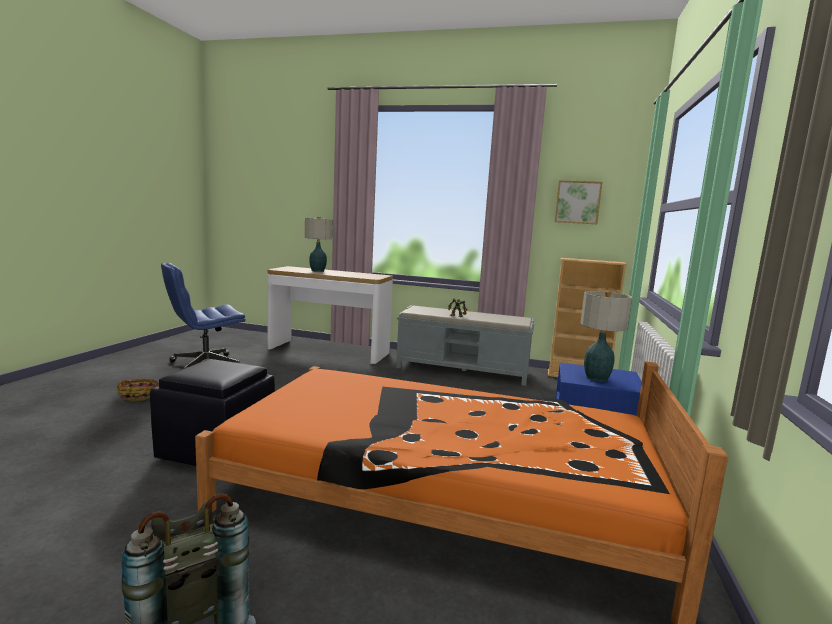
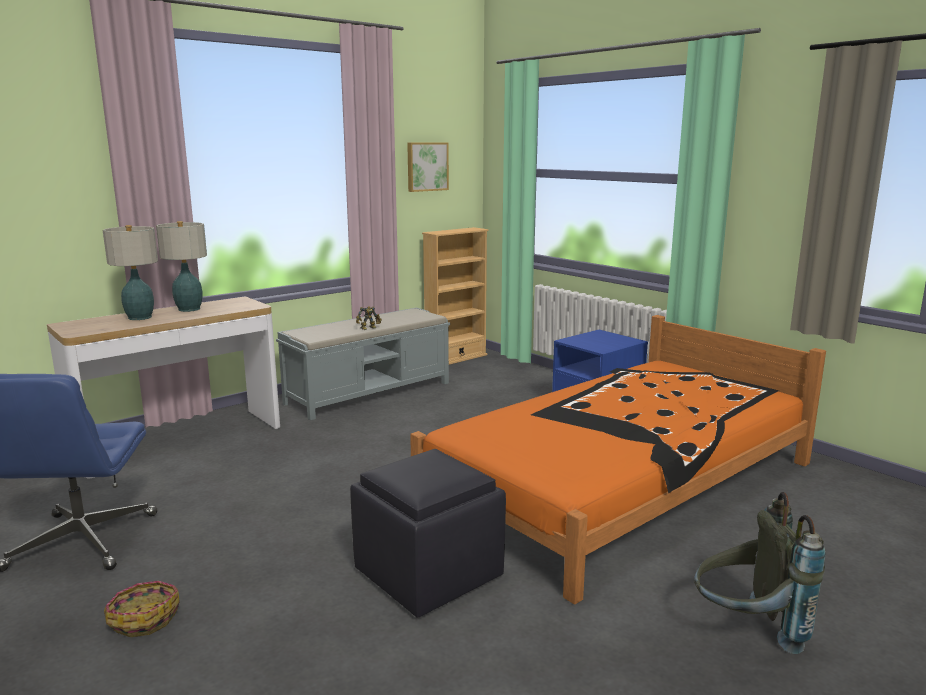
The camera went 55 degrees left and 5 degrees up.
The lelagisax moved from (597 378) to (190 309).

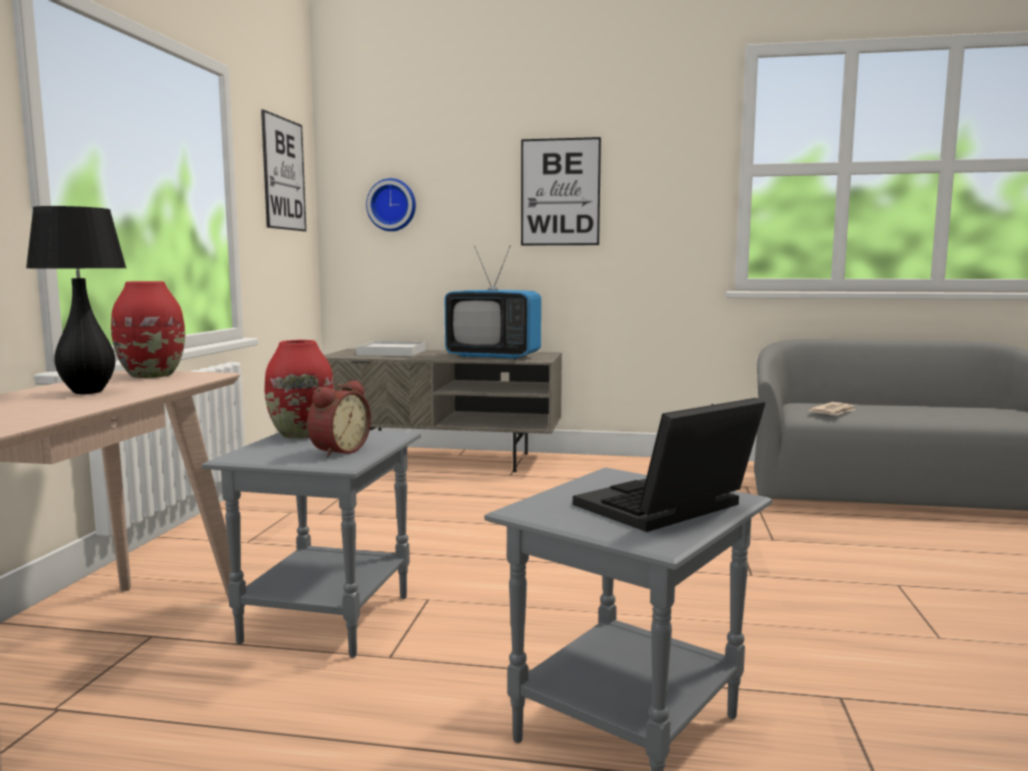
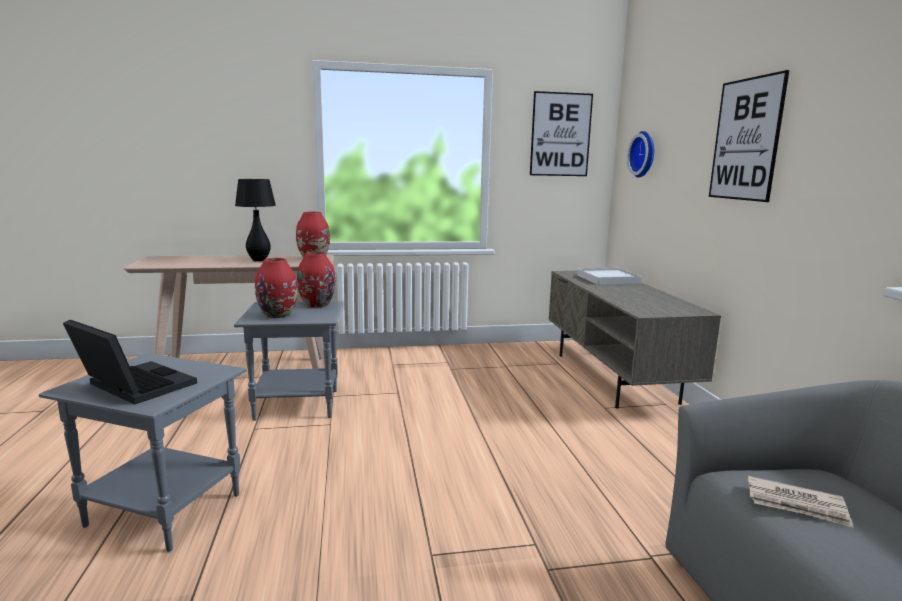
The camera went 70 degrees right and 5 degrees up.
The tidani at (493 356) disappeared.
The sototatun at (337 451) was replaced by the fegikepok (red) at (278 315).

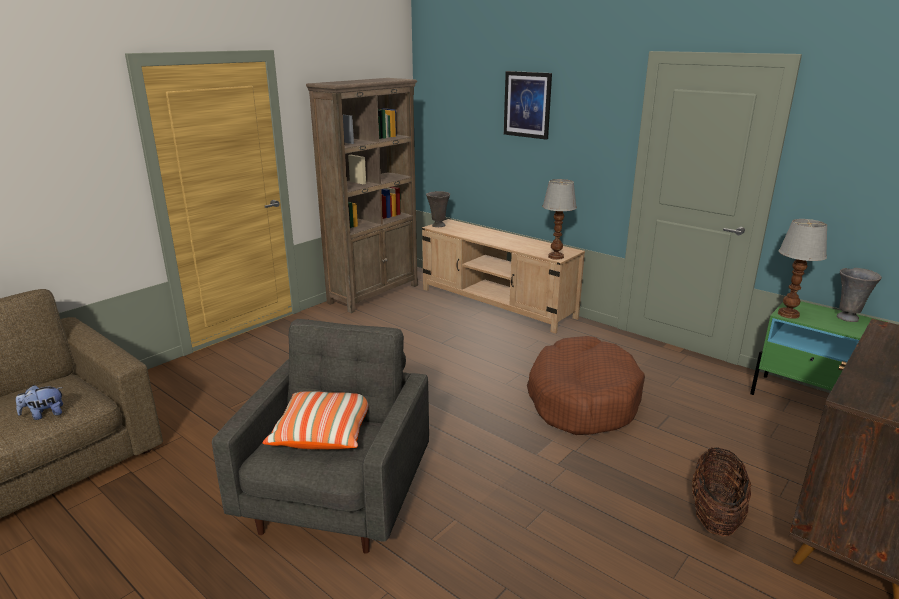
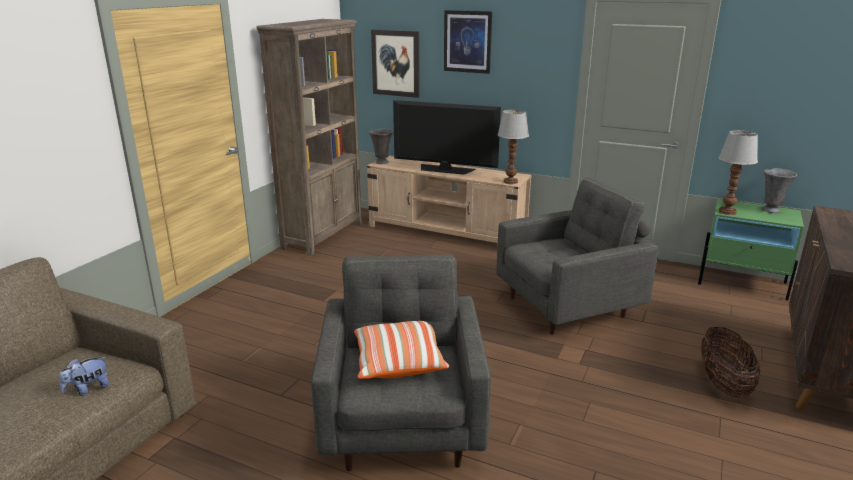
The camera went 15 degrees left and 0 degrees up.
The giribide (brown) at (582 399) was replaced by the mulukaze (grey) at (569 307).
The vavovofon at (396 63) appeared.
The tidani at (445 169) appeared.

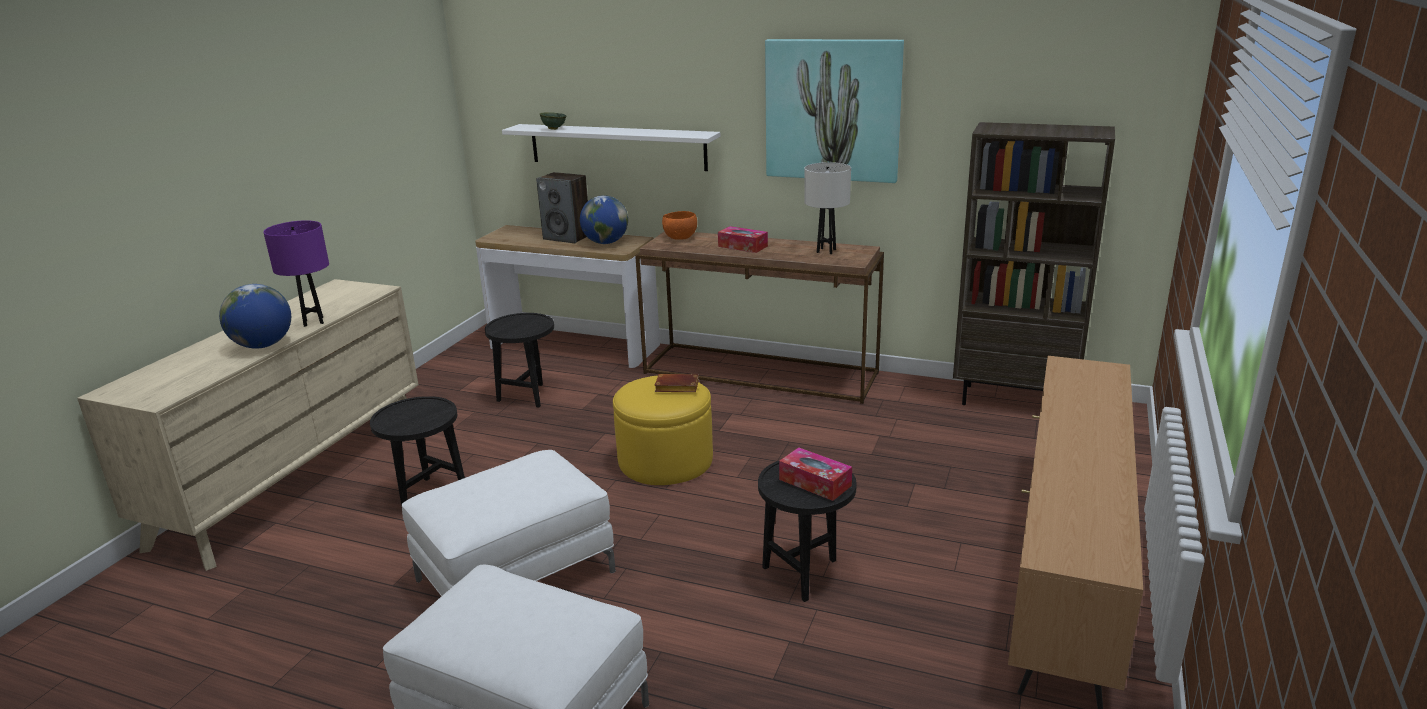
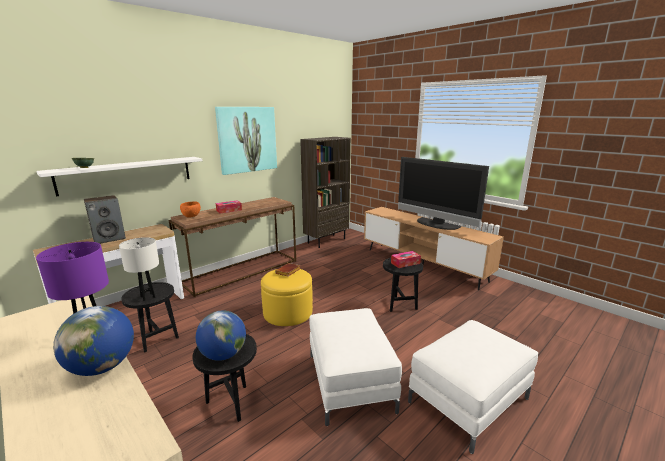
The camera went 65 degrees left and 5 degrees down.
The lelagisax (white) moved from (826 251) to (148 297).
The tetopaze moved from (605 243) to (223 355).
The tidani at (436 224) appeared.

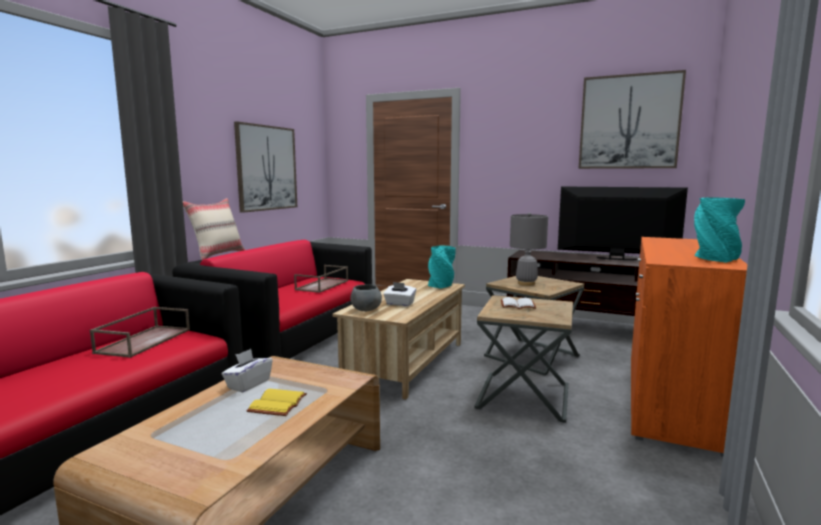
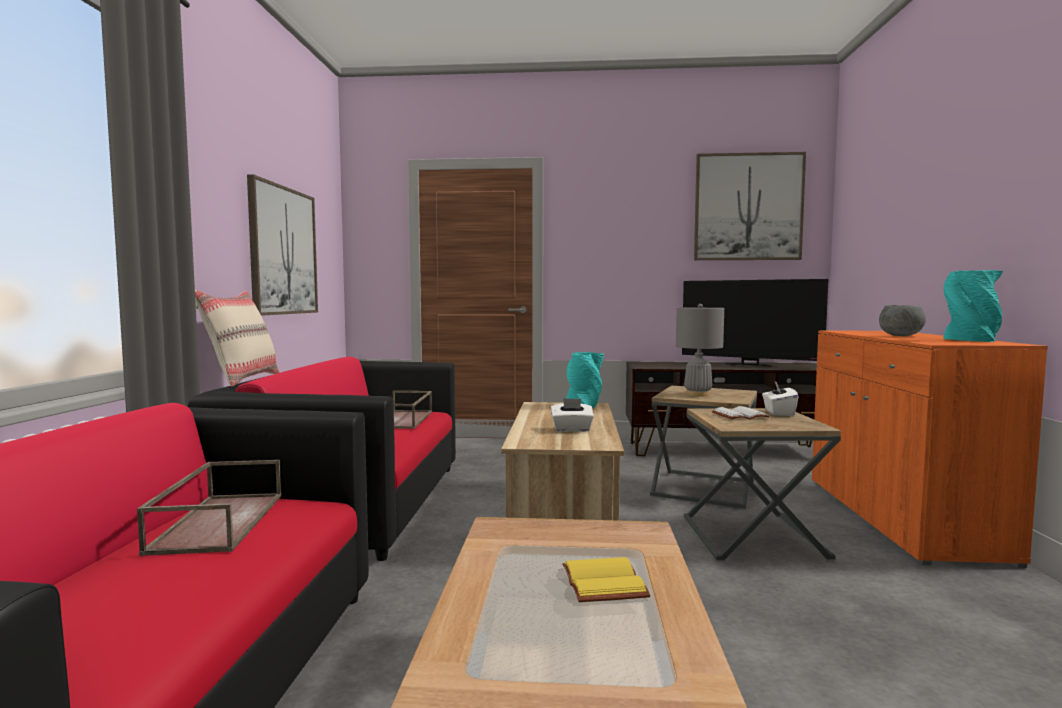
The camera went 20 degrees left and 5 degrees down.
The tidani at (616 259) turned 150 degrees counterclockwise.
The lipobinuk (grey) moved from (366 310) to (900 336).
The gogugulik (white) moved from (248 384) to (778 412).

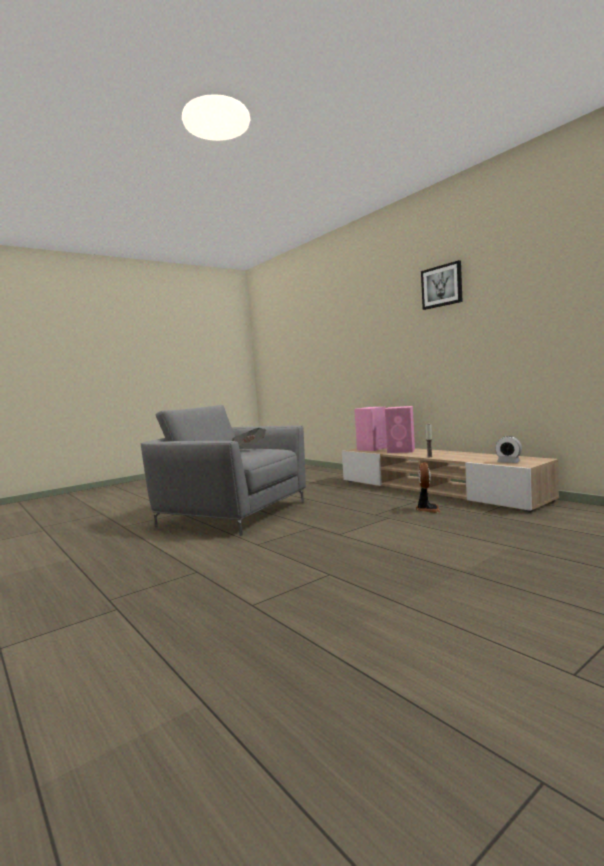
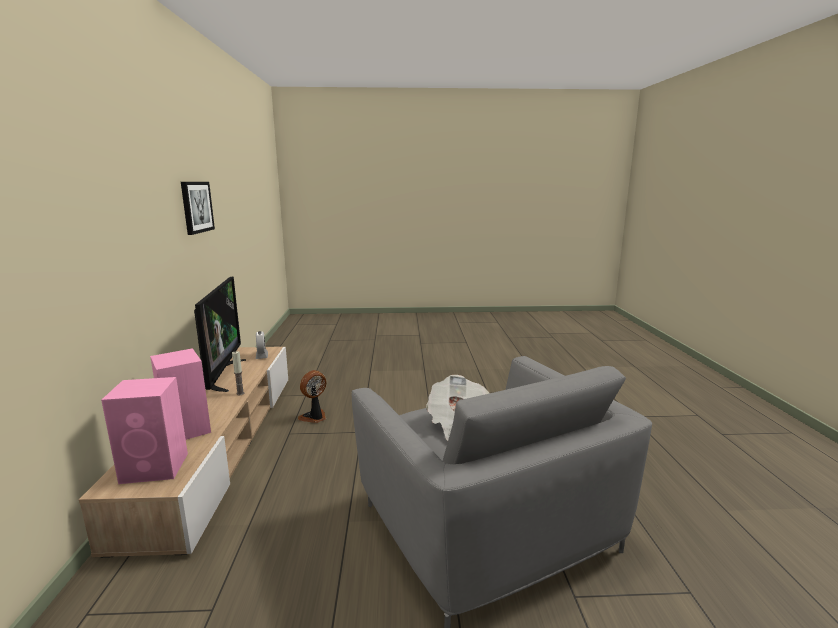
The camera went 145 degrees left and 10 degrees up.
The vavovofon moved from (442 286) to (196 207).
The tidani at (221 375) appeared.

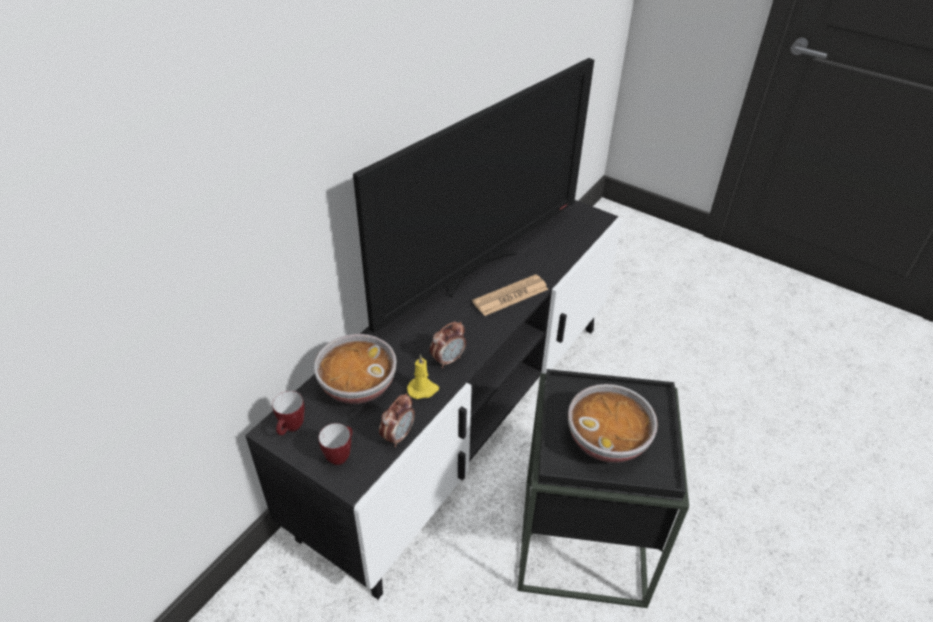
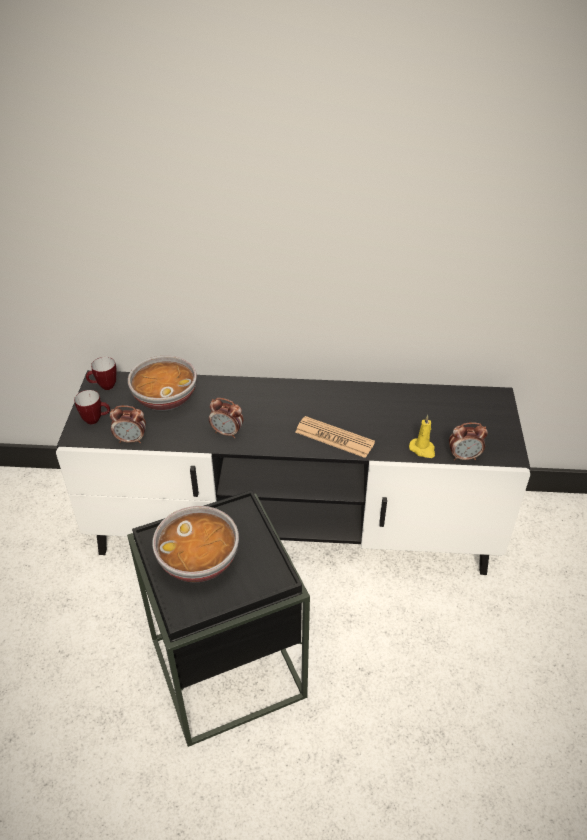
The camera went 60 degrees right and 0 degrees up.
The tidani at (477 269) disappeared.
The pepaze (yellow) moved from (423 389) to (423 449).
The sototatun at (464 457) appeared.

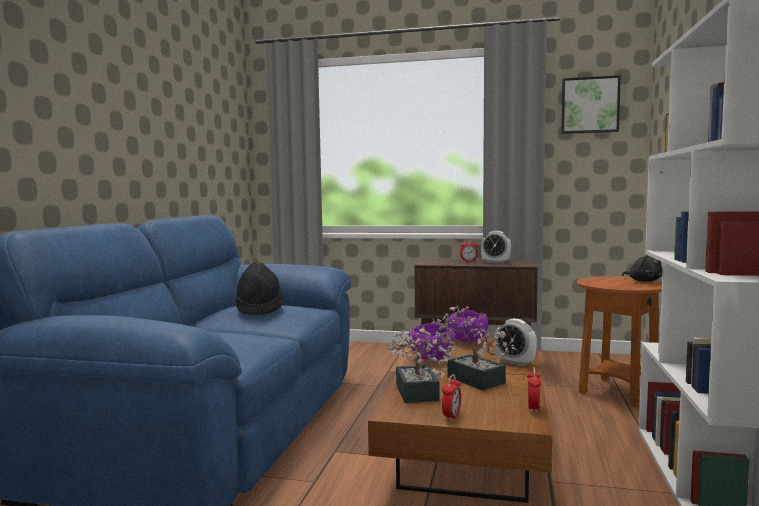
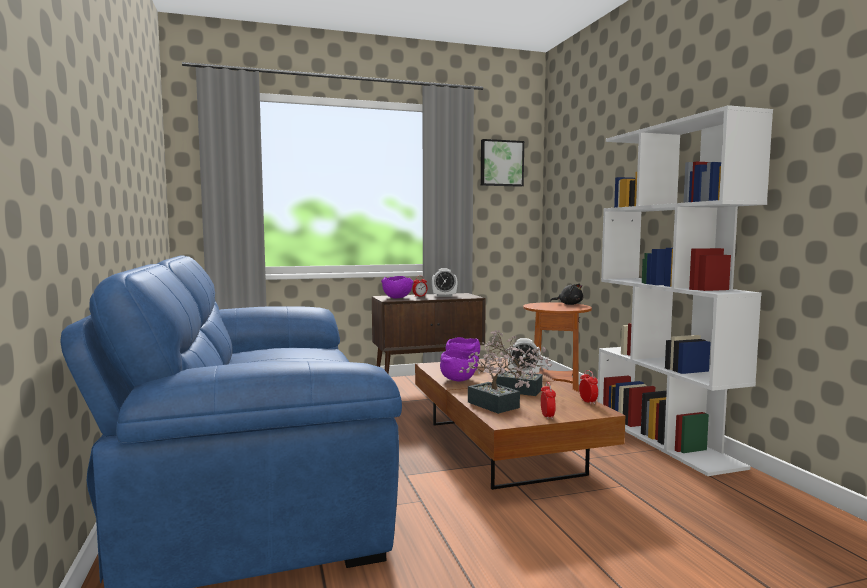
The camera went 30 degrees left and 0 degrees up.
The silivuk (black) at (259 309) disappeared.
The lipobinuk (purple) at (397 298) appeared.

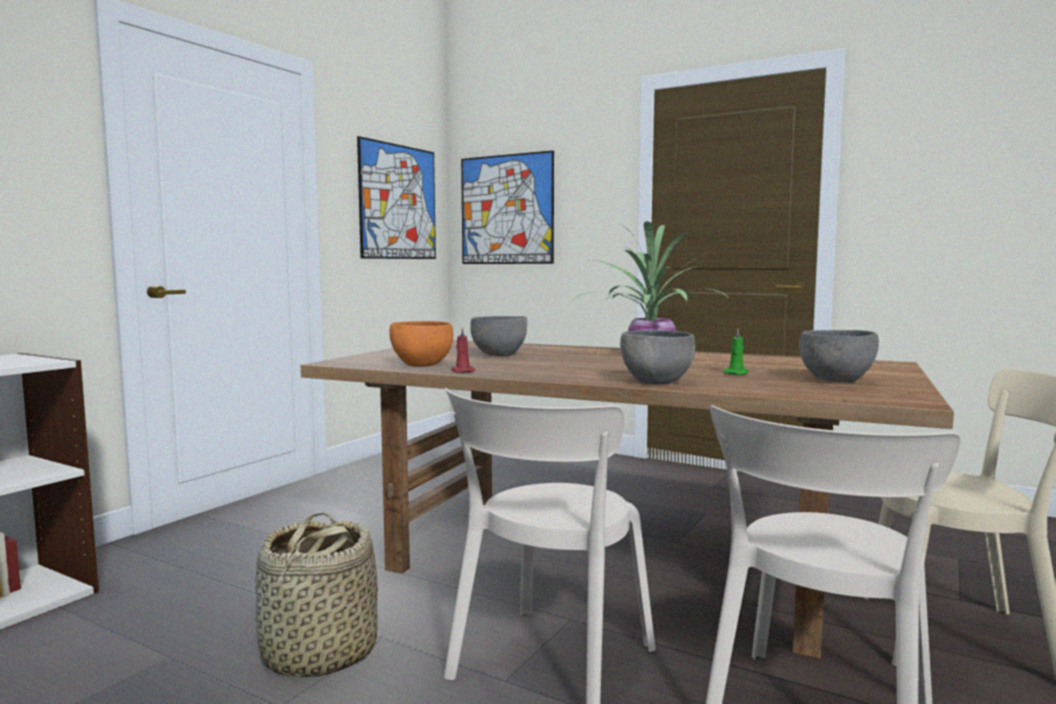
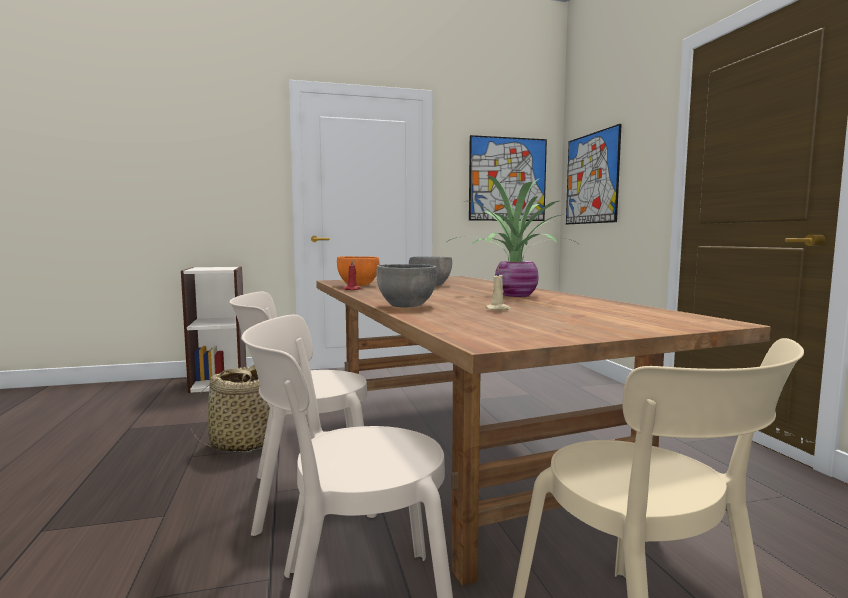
The camera went 45 degrees right and 0 degrees up.
The pepaze (green) at (736 373) became the pepaze (beige) at (498 309).
The lipobinuk (grey) at (836 380) disappeared.

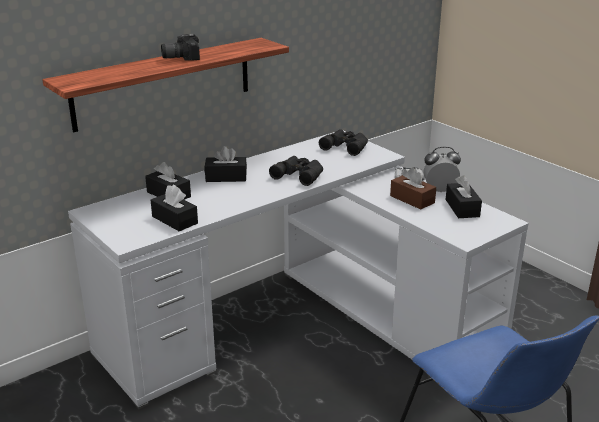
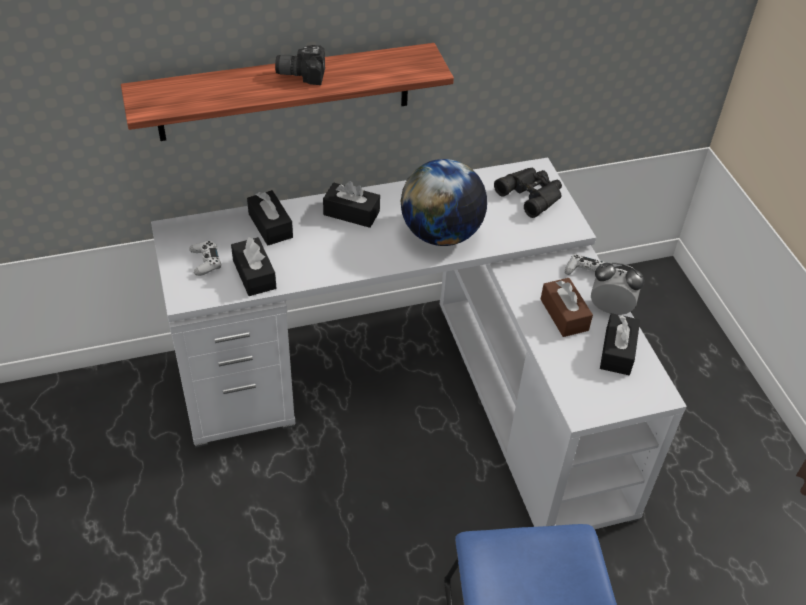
The camera went 20 degrees right and 20 degrees up.
The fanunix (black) at (299 174) was replaced by the tetopaze at (441 234).
The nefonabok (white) at (205 262) appeared.

